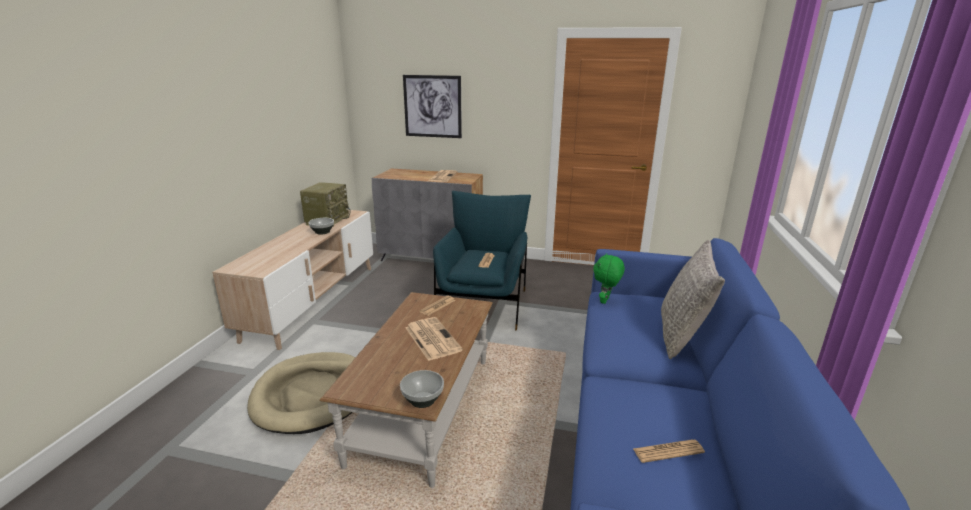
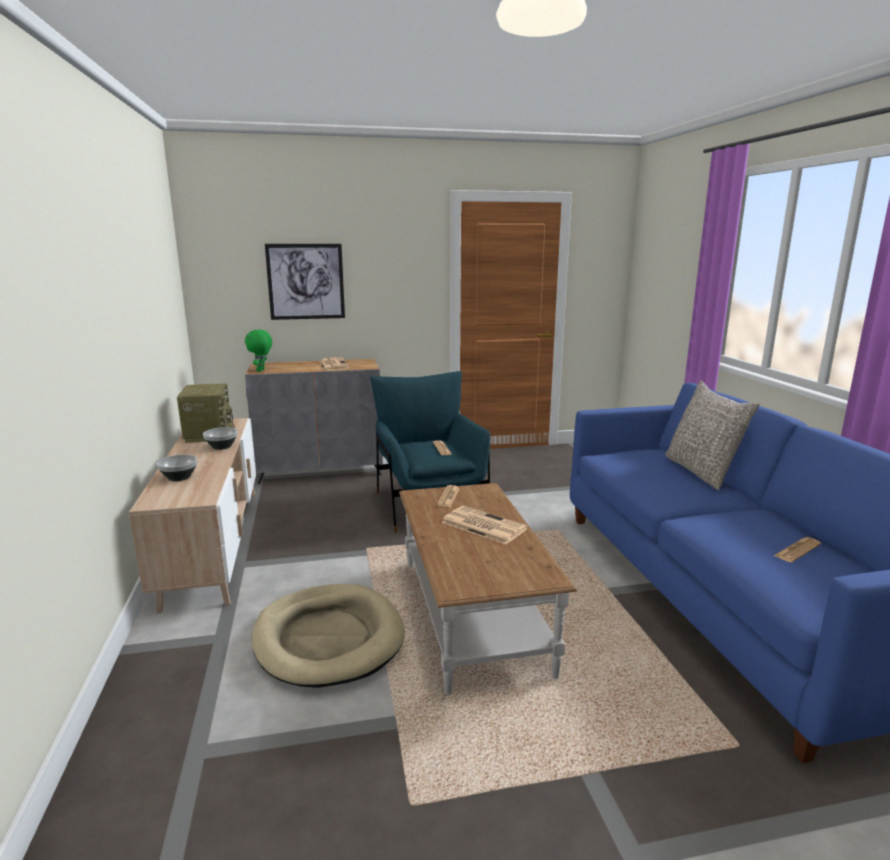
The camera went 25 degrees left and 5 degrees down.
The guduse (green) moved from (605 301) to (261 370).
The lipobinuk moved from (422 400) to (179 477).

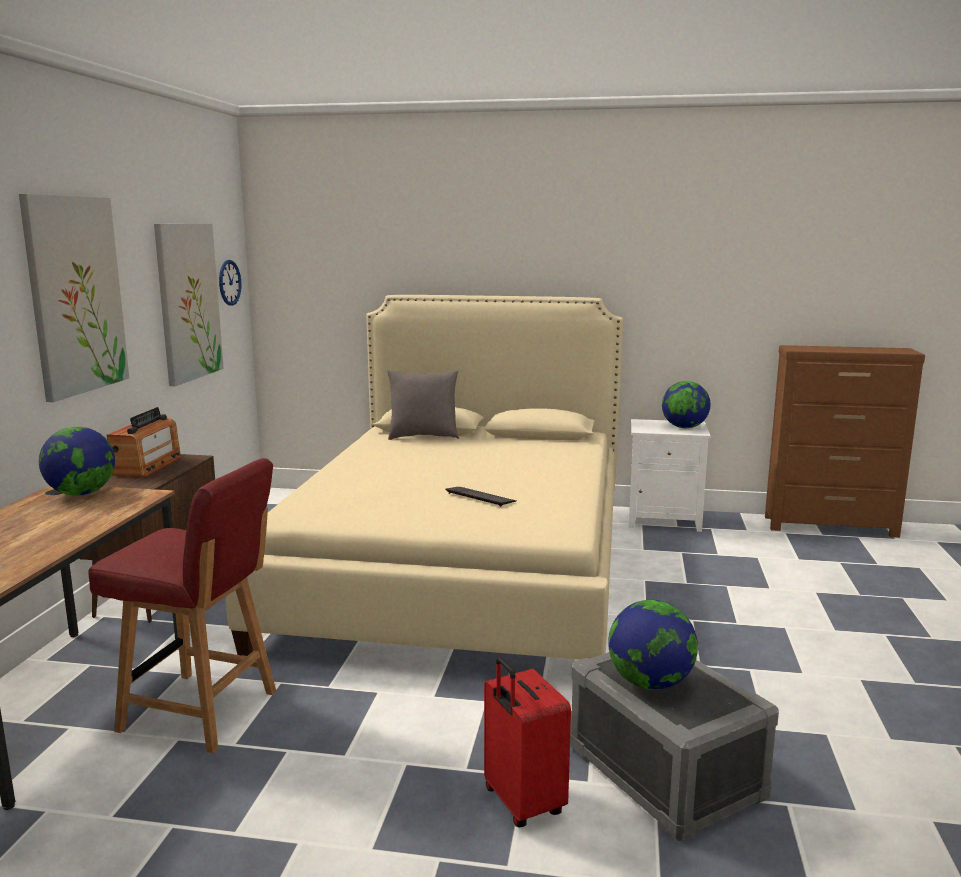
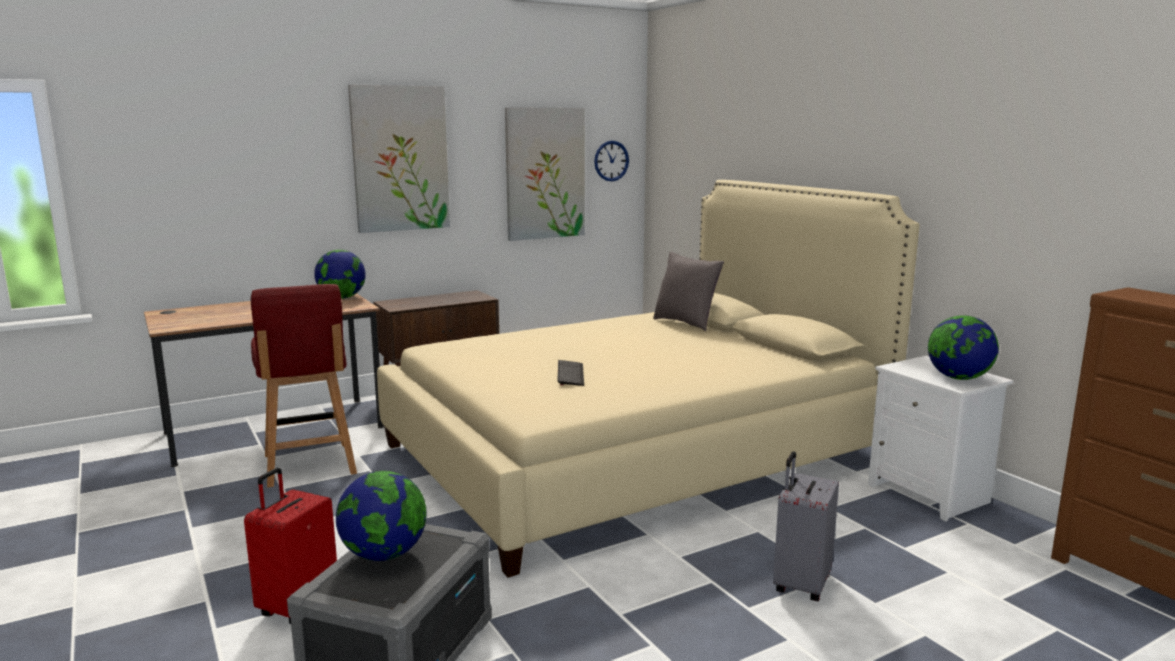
The camera went 50 degrees right and 0 degrees up.
The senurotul at (147 466) disappeared.
The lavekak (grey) at (800 584) appeared.

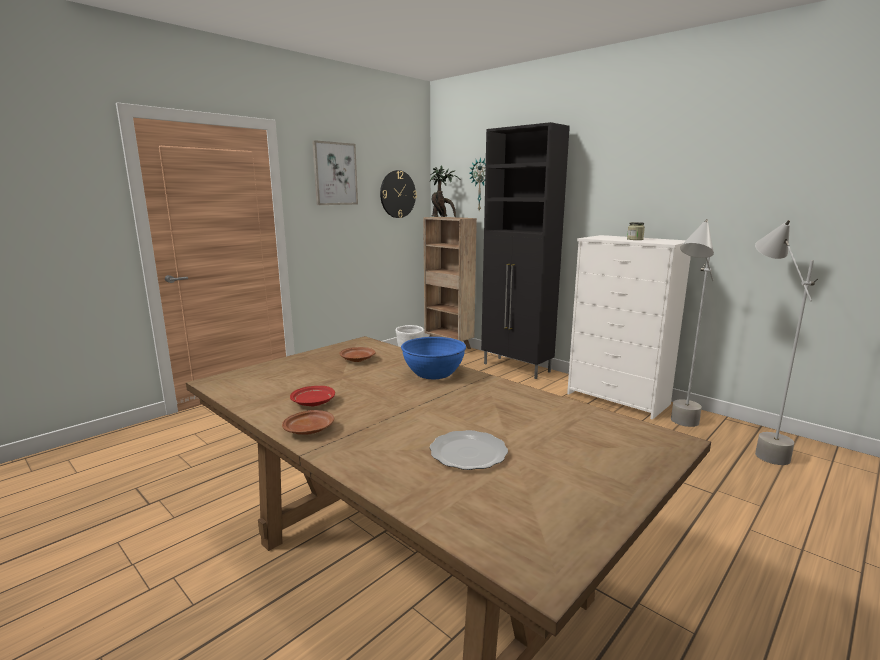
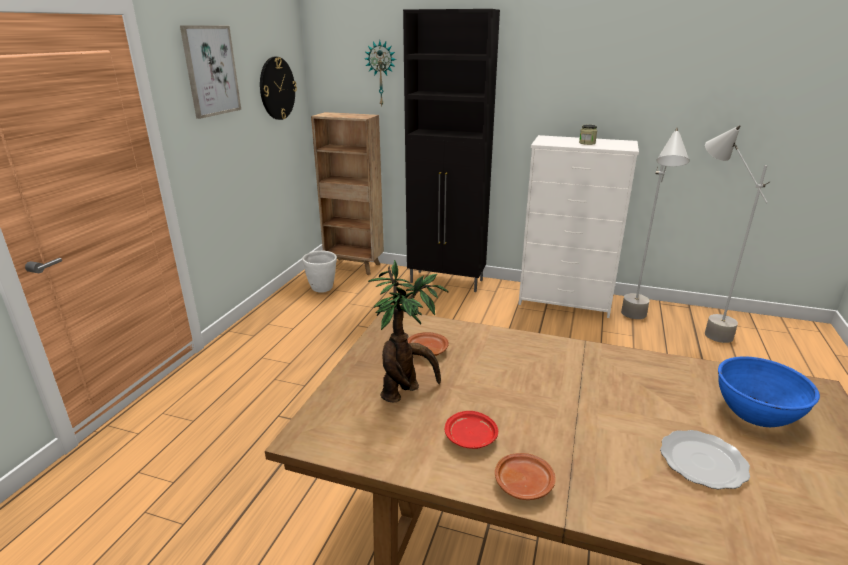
The camera went 25 degrees left and 10 degrees up.
The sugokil moved from (442 217) to (406 391).
The lipobinuk (blue) moved from (433 373) to (756 412).

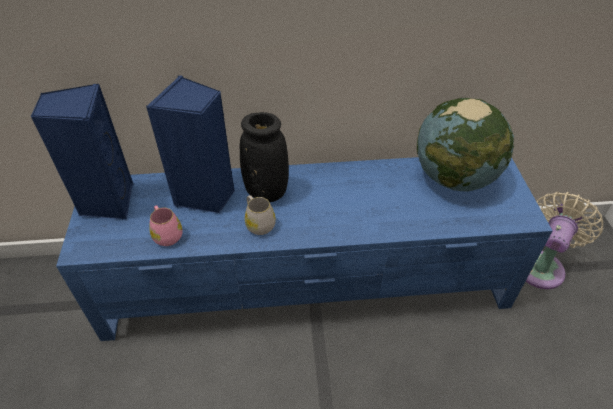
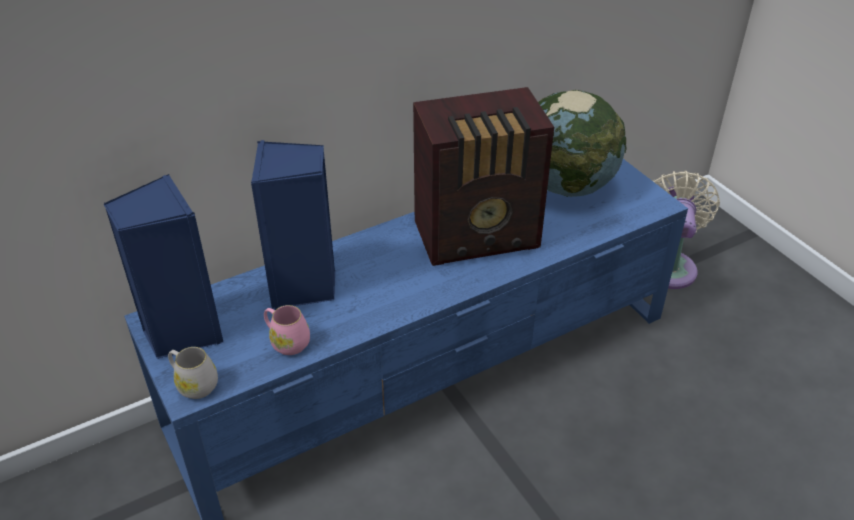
The camera went 25 degrees left and 5 degrees down.
The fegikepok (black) at (266 191) disappeared.
The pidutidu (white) moved from (258 223) to (194 384).
The senurotul at (479 236) appeared.

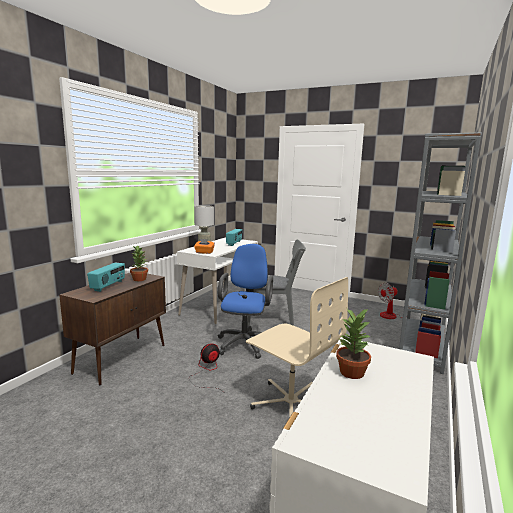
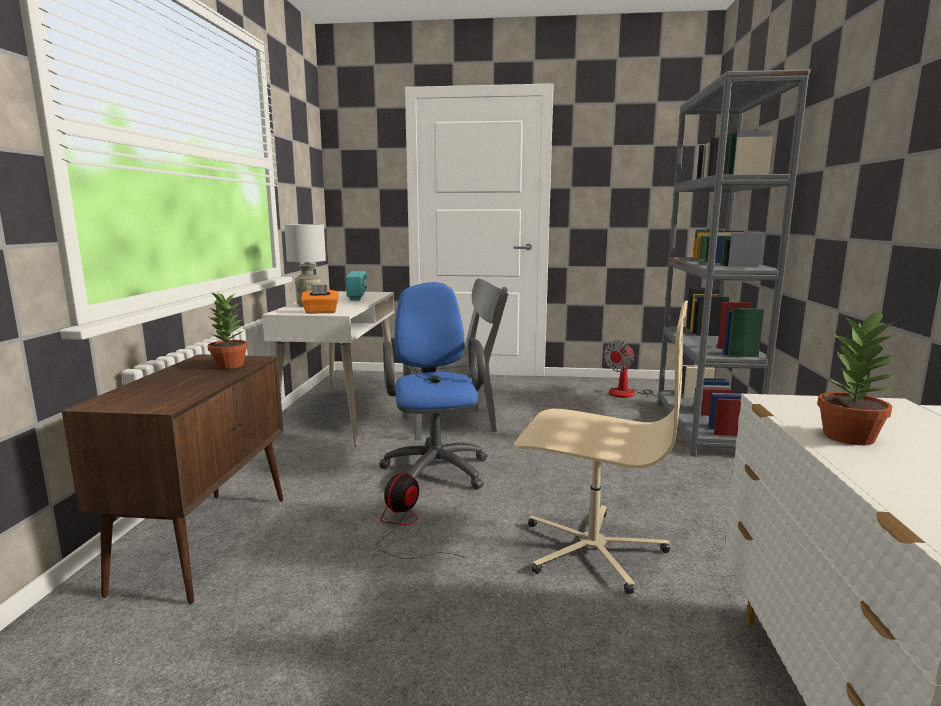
The camera went 20 degrees left and 0 degrees up.
The senurotul at (108 286) disappeared.

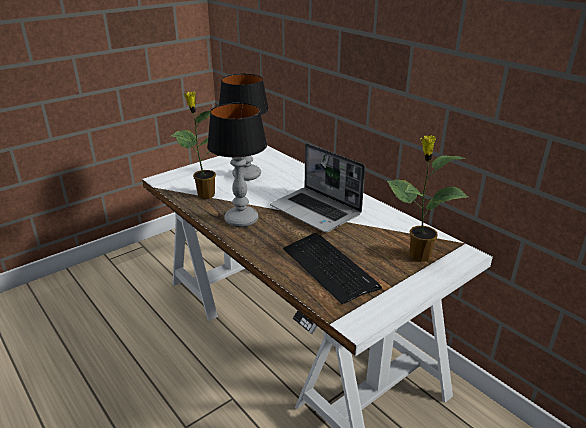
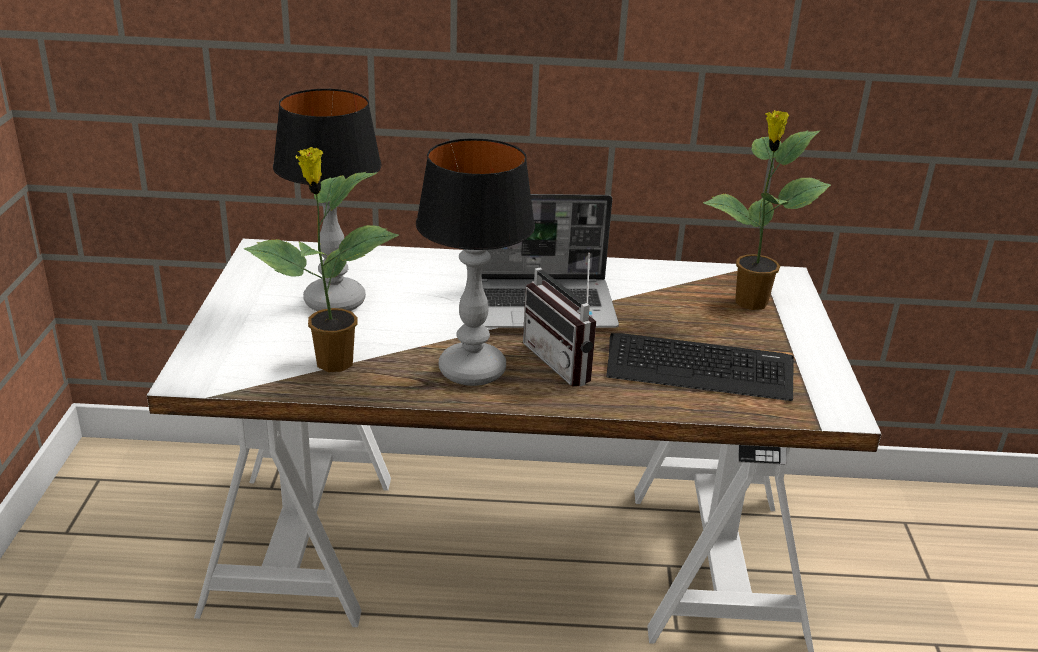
The camera went 50 degrees left and 0 degrees up.
The senurotul at (566 362) appeared.

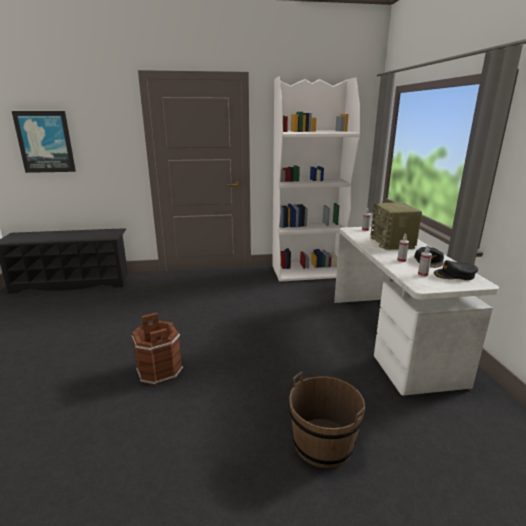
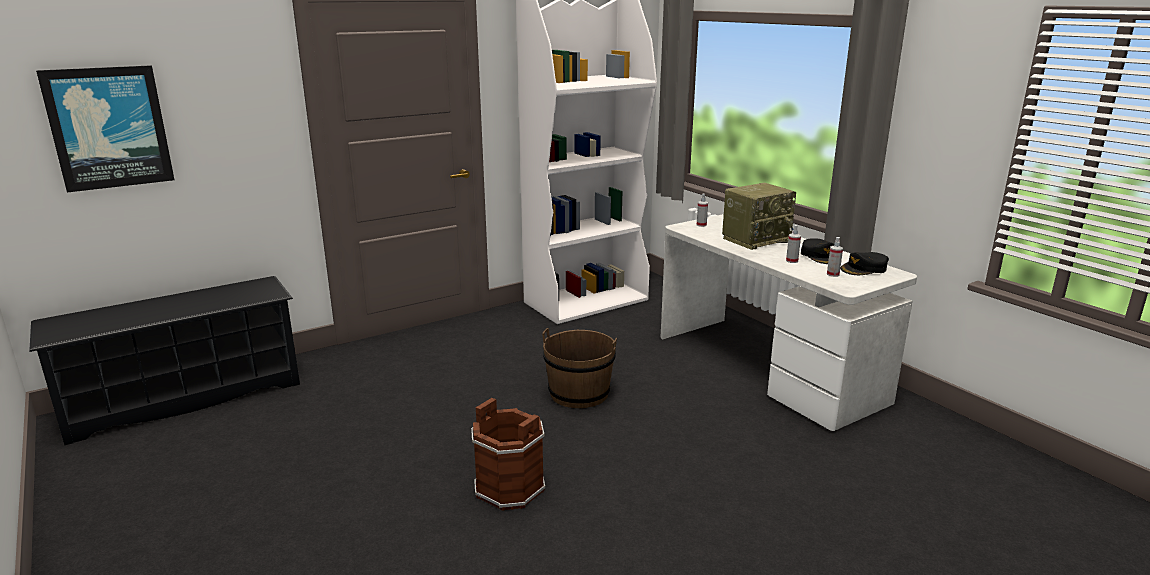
The camera went 25 degrees left and 0 degrees up.
The senurotul at (393 243) turned 90 degrees counterclockwise.
The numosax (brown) moved from (323 443) to (579 393).

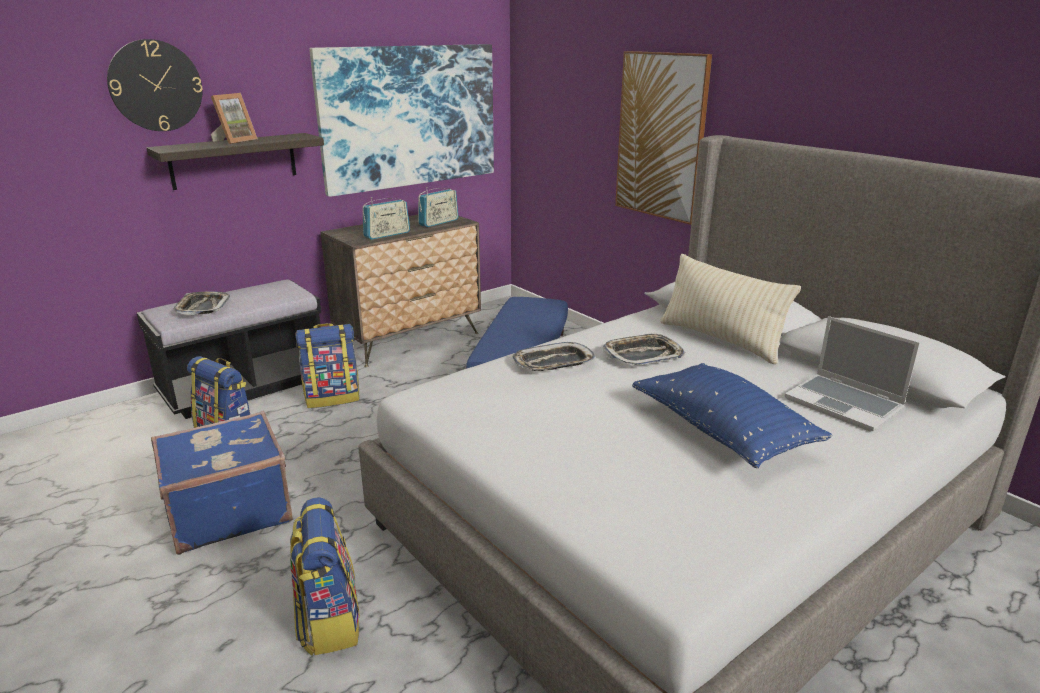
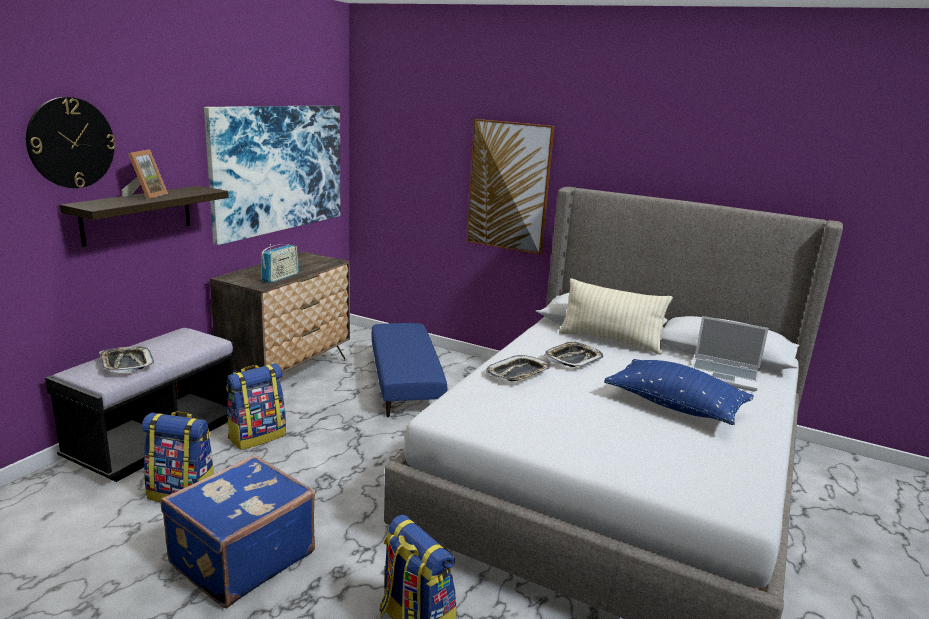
The camera went 25 degrees left and 5 degrees down.
The senurotul at (438 222) disappeared.

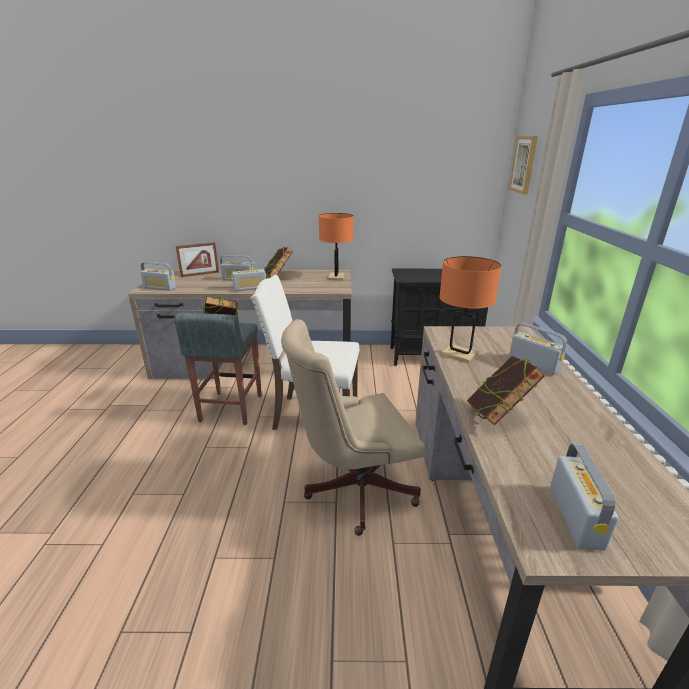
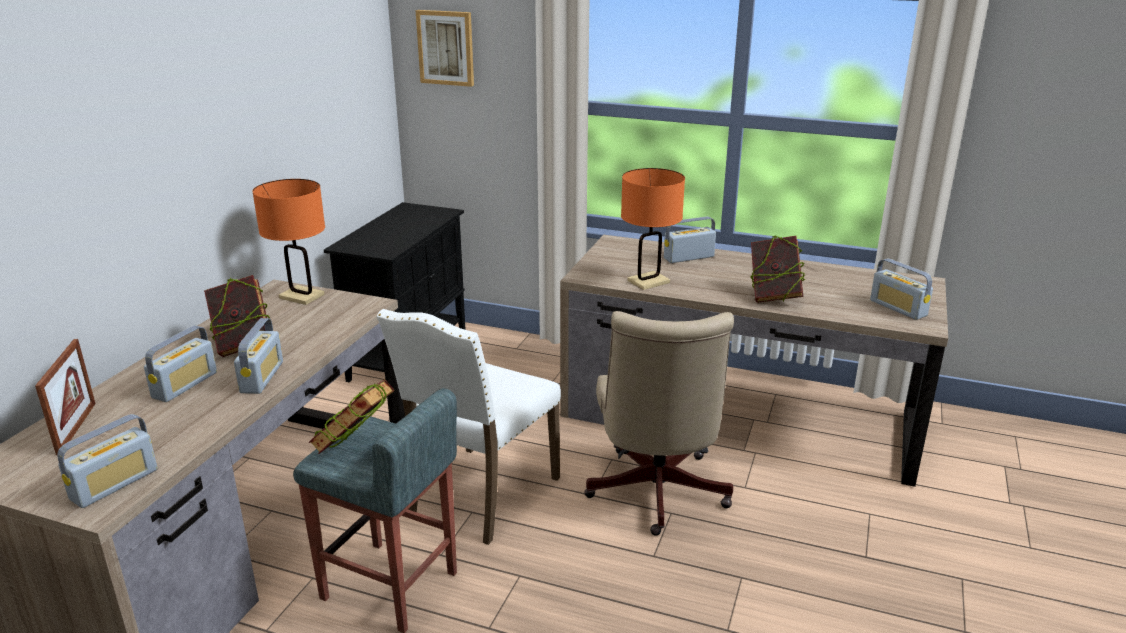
The camera went 70 degrees left and 0 degrees up.
The senurotul at (575 516) turned 150 degrees counterclockwise.

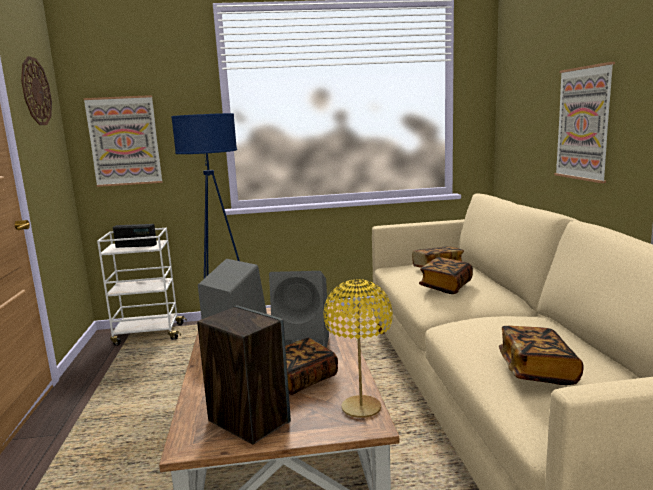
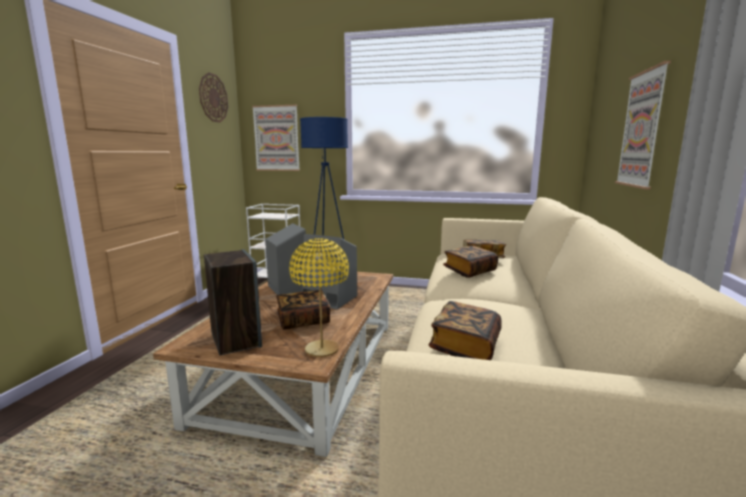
The camera went 20 degrees right and 0 degrees up.
The senurotul at (136 246) disappeared.

